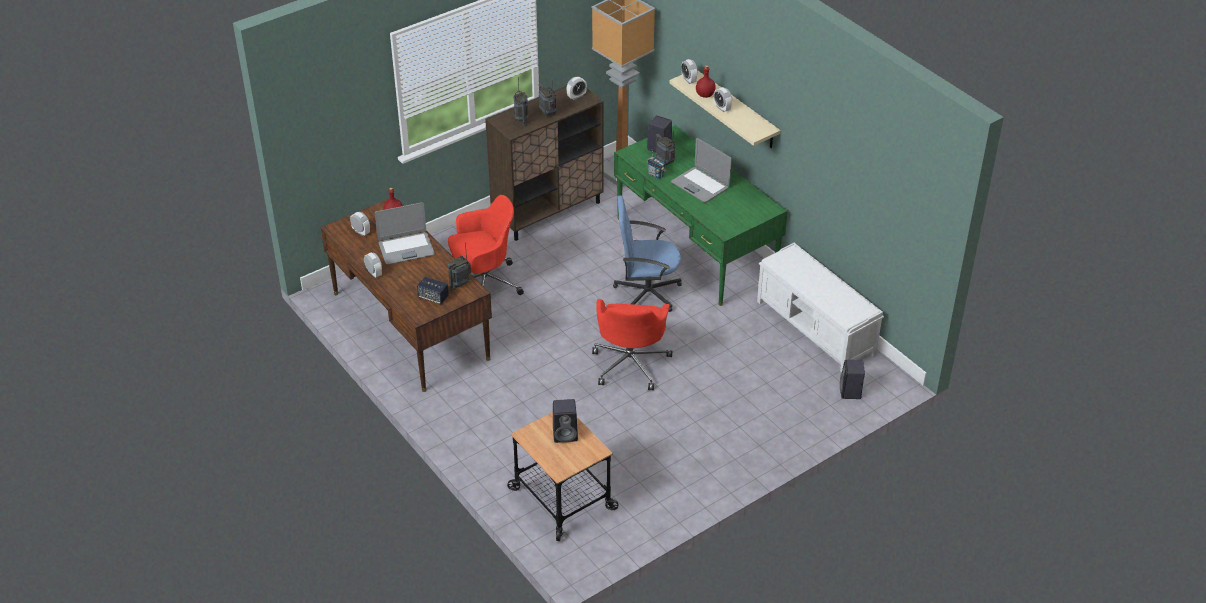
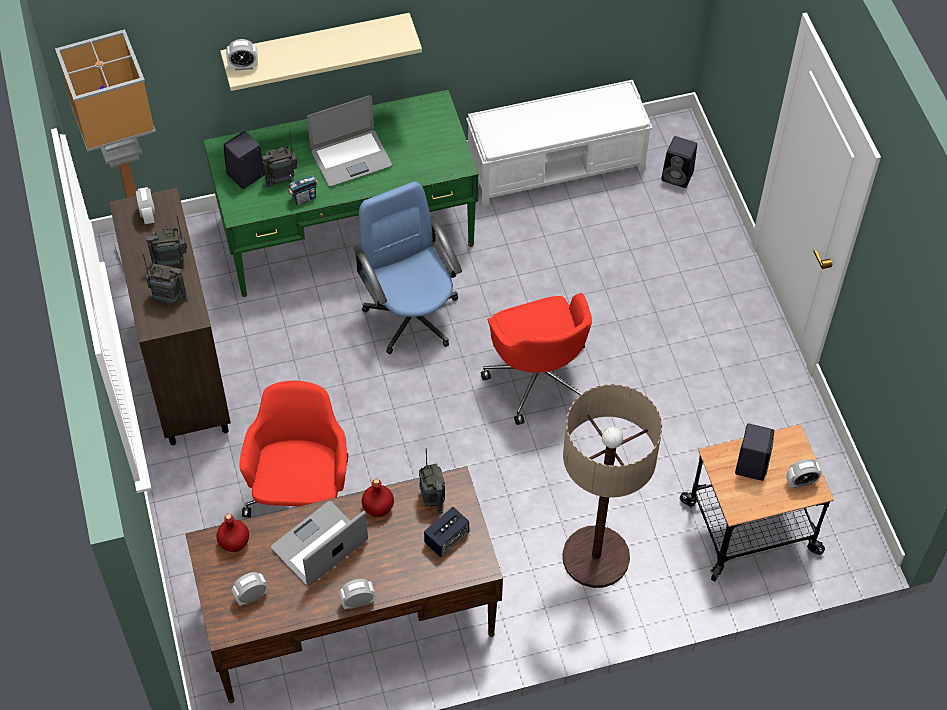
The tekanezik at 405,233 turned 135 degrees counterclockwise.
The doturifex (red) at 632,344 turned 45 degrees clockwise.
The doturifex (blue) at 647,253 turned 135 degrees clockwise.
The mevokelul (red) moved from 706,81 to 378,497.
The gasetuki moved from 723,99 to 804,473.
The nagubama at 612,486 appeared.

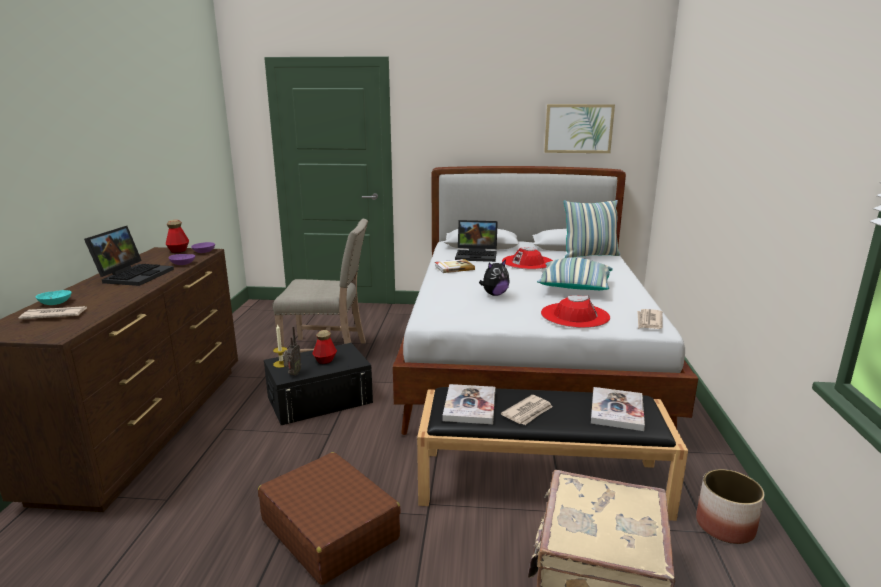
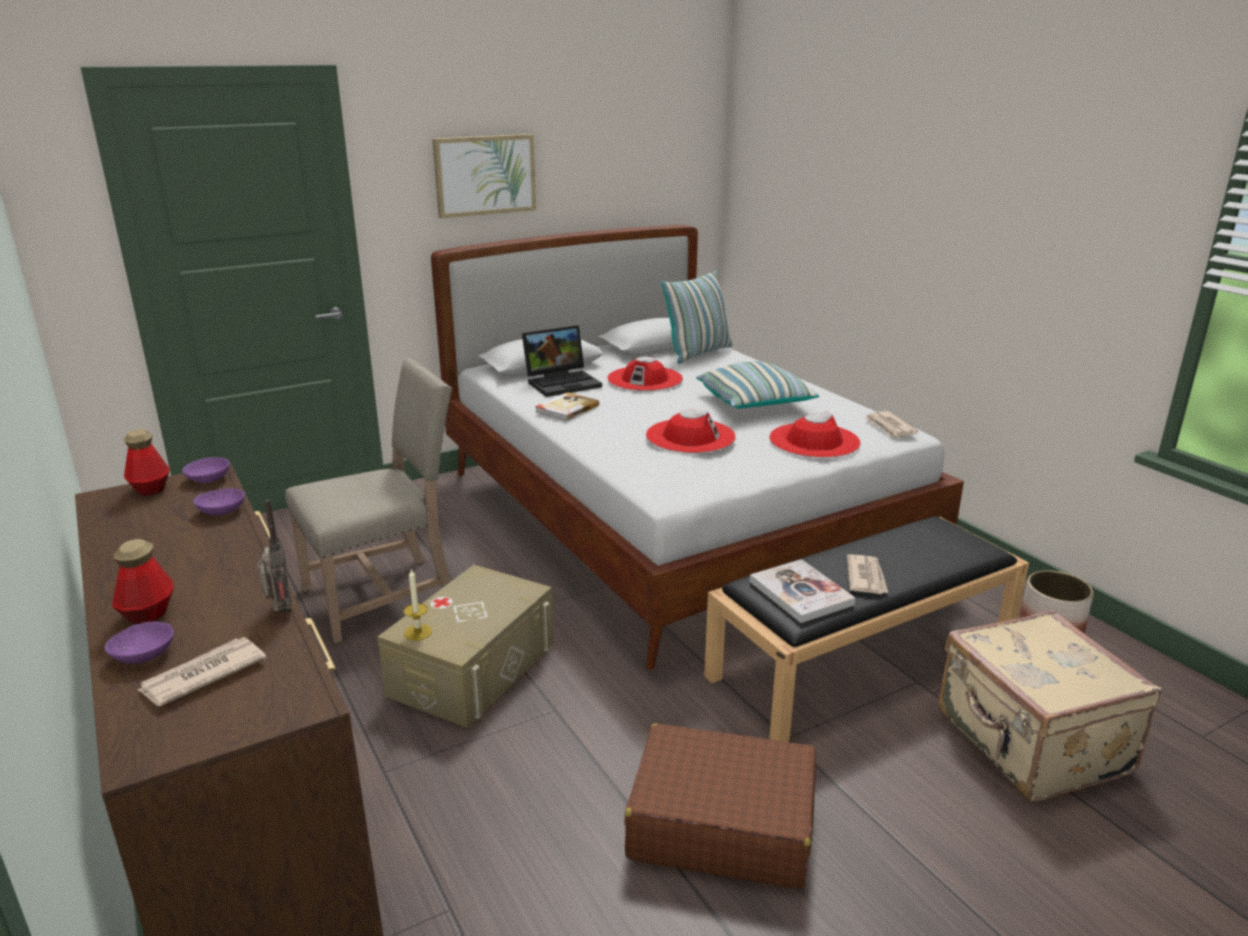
The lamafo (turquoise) at 53,297 became the lamafo (purple) at 139,643.
The tekanezik at 129,256 disappeared.
The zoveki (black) at 318,384 became the zoveki (beige) at 466,646.
The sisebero moved from 292,351 to 275,556.
The mevokelul moved from 324,347 to 143,581.
The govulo at 494,277 was replaced by the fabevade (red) at 691,431.
The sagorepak moved from 579,128 to 484,176.
The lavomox at 618,409 disappeared.

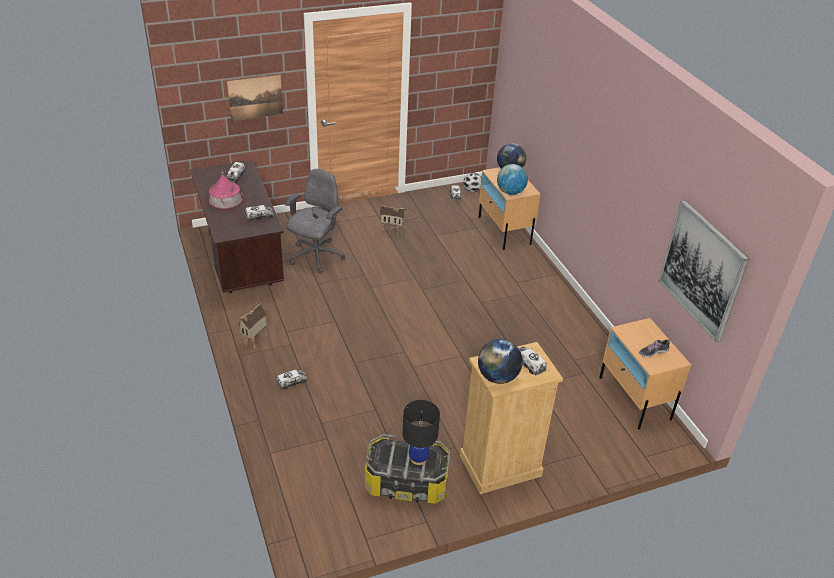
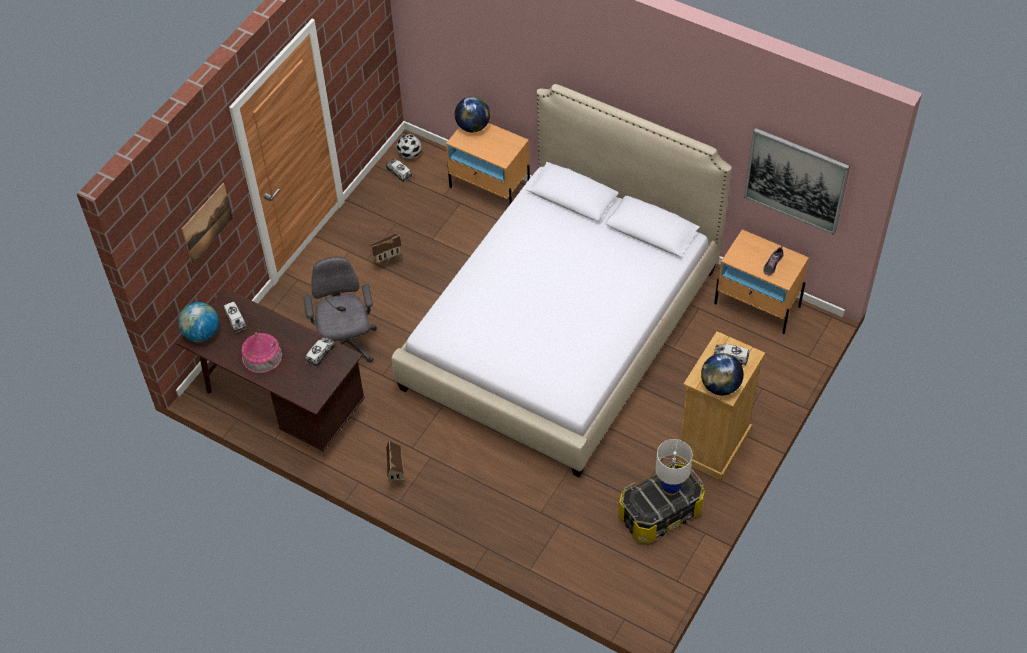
The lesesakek at 292,379 disappeared.
The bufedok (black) at 421,432 became the bufedok (white) at 674,467.
The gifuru moved from 512,179 to 198,322.
The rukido at 561,281 appeared.

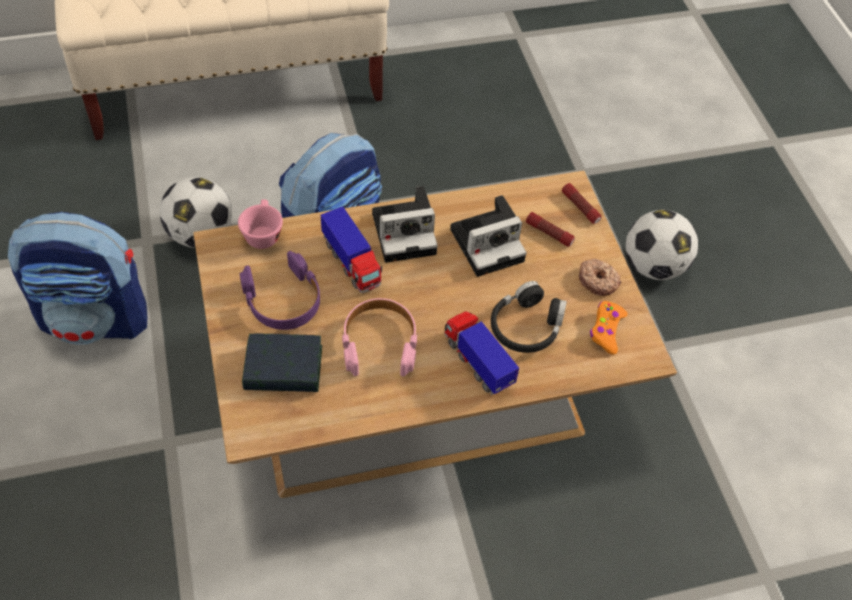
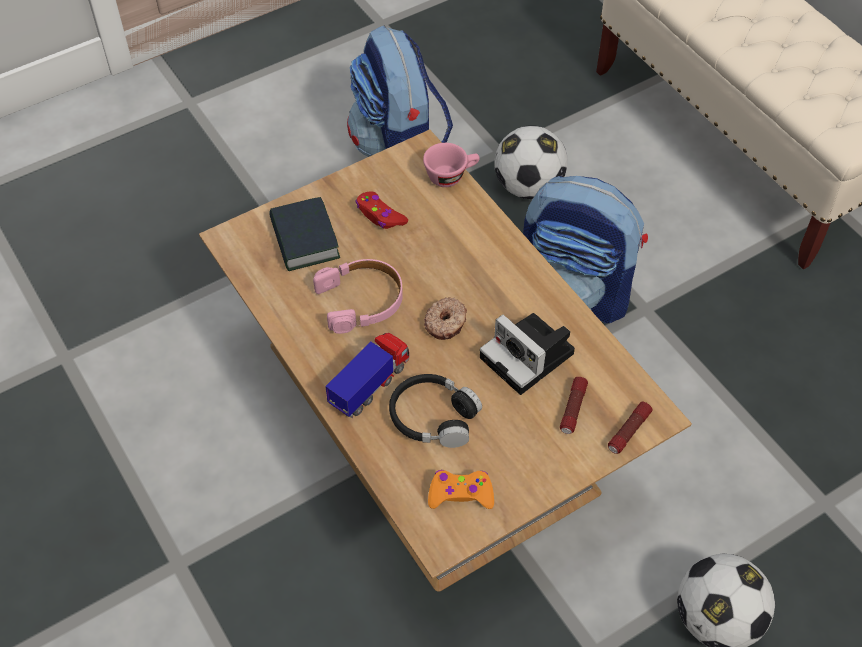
The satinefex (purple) at 280,290 was replaced by the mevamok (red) at 381,210.
The lesesakek at 351,249 disappeared.
The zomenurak at 405,224 disappeared.
The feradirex moved from 600,277 to 445,318.

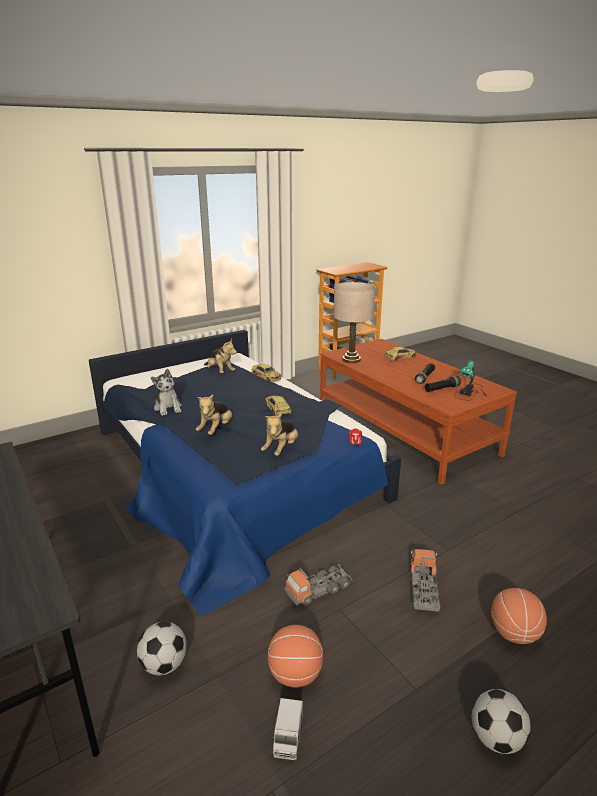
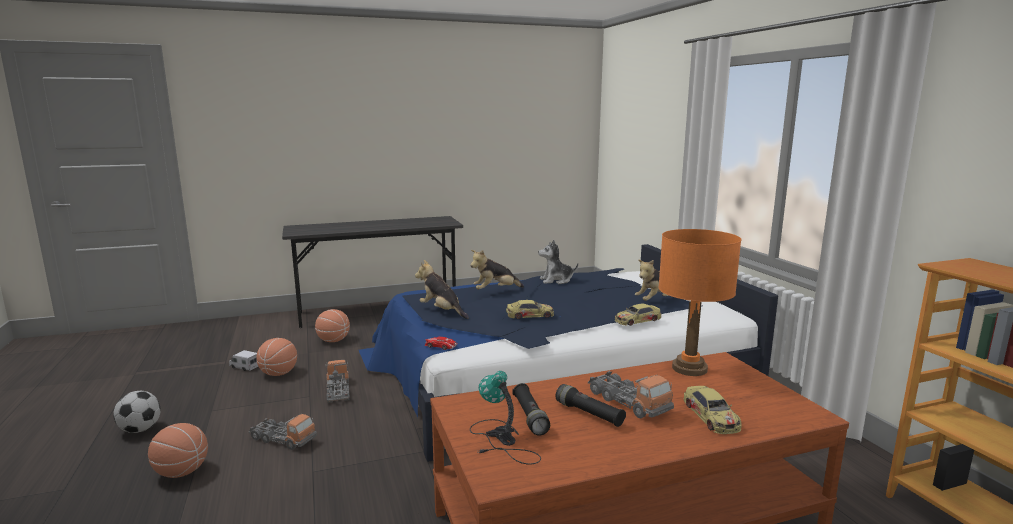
The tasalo at 162,648 was replaced by the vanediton at 332,325.
The govulo at 214,414 turned 60 degrees counterclockwise.
The bufedok (beige) at 354,322 became the bufedok (orange) at 699,302.
The lesesakek at 631,394 appeared.

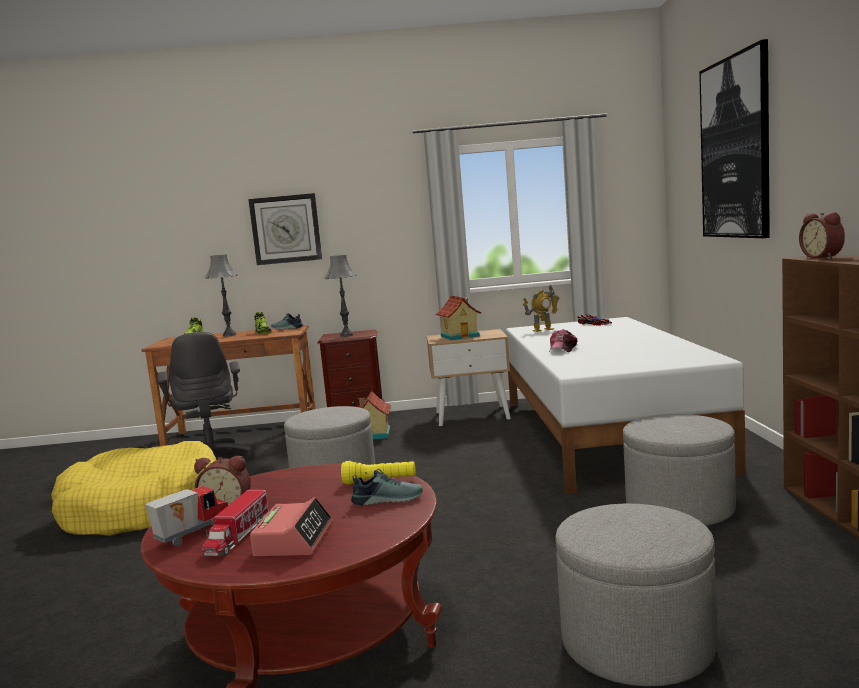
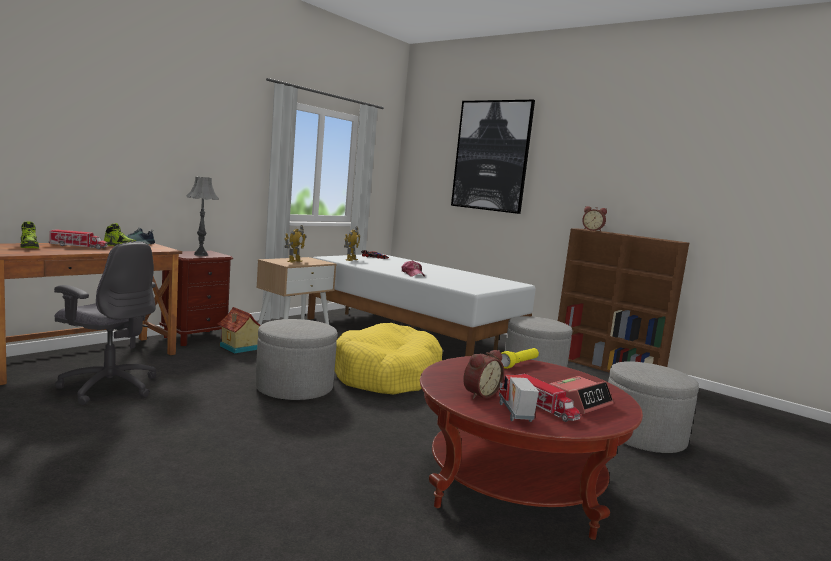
The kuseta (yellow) moved from 133,488 to 389,359.
The bufedok (grey) at 221,295 was replaced by the lesesakek at 78,239.
The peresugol at 285,229 disappeared.
The gasetuki at 291,526 turned 90 degrees clockwise.
The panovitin at 387,487 disappeared.
The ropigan at 458,318 was replaced by the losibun at 295,244.

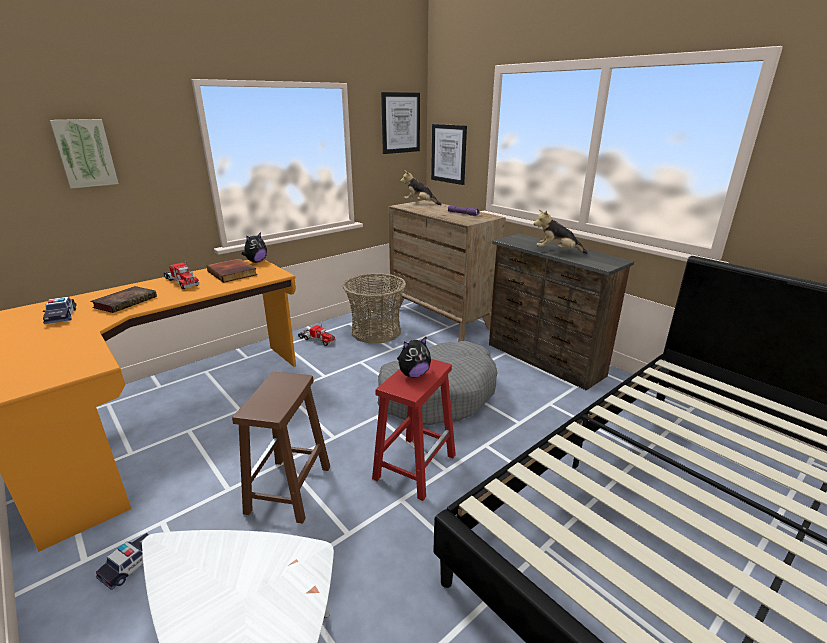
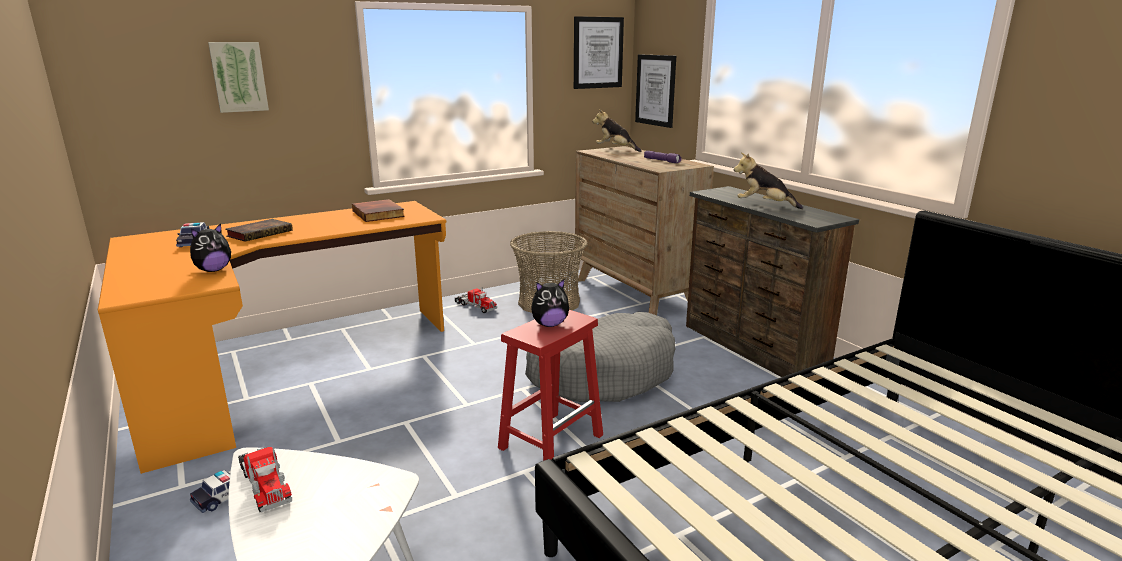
The lesesakek moved from 181,275 to 265,480.
The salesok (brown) at 281,448 disappeared.
The govulo moved from 254,247 to 210,247.

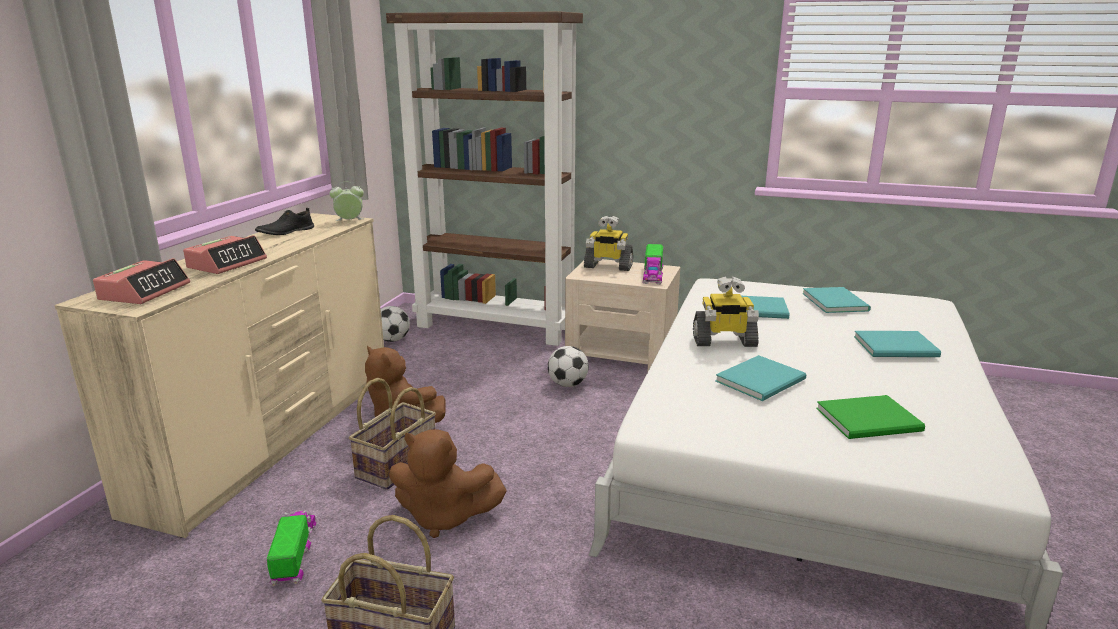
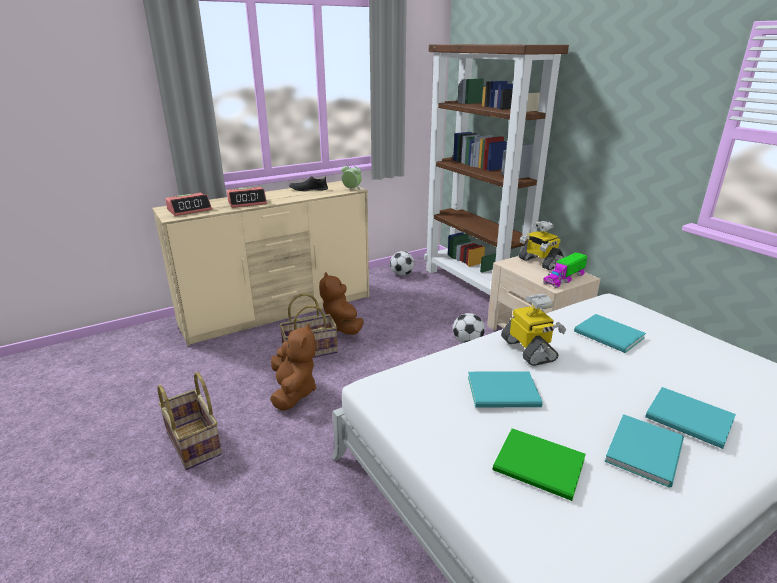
The lesesakek at 291,548 disappeared.
The govulo (brown) at 448,483 turned 150 degrees counterclockwise.
The losibun at 726,311 turned 150 degrees counterclockwise.
The lavomox (turquoise) moved from 836,300 to 644,451.

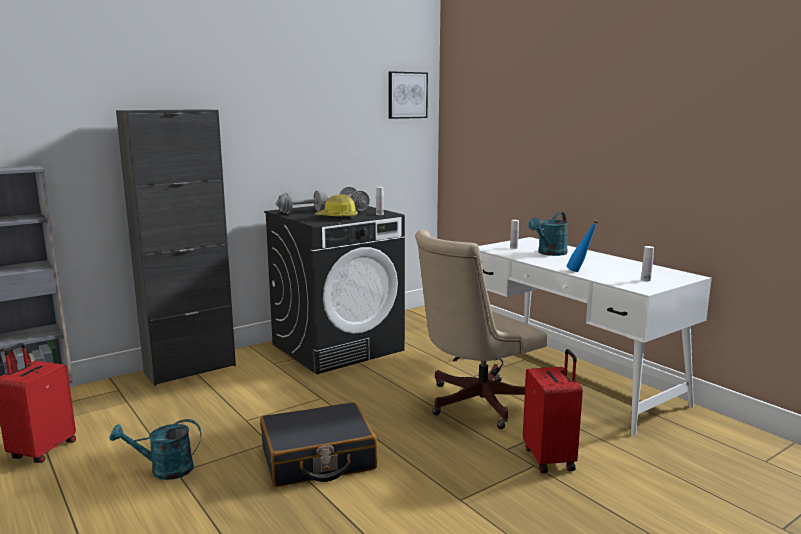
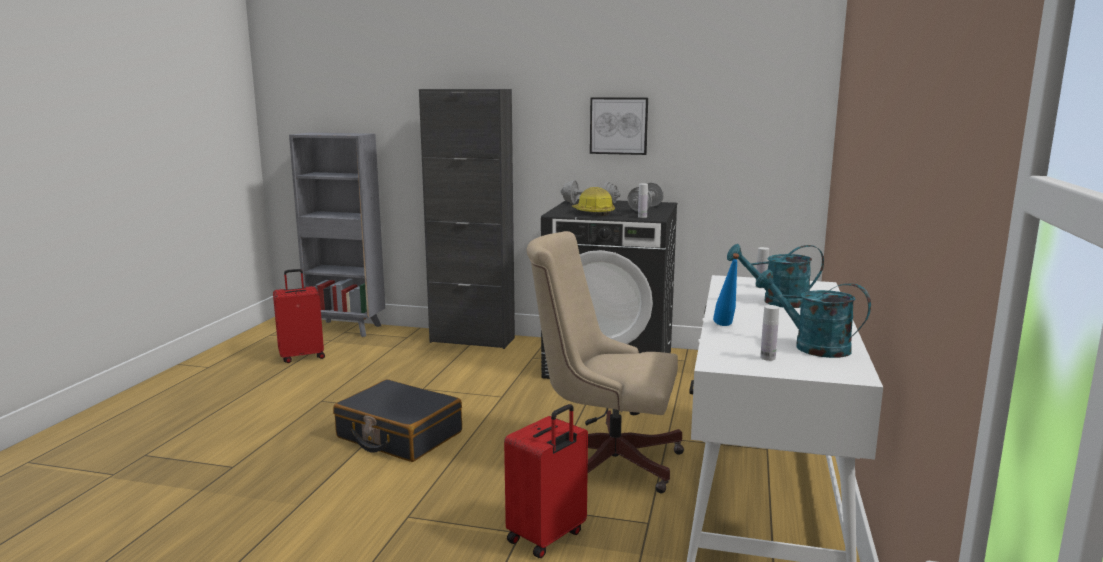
The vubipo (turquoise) moved from 155,449 to 813,314.
The sagorepak moved from 408,95 to 619,126.

